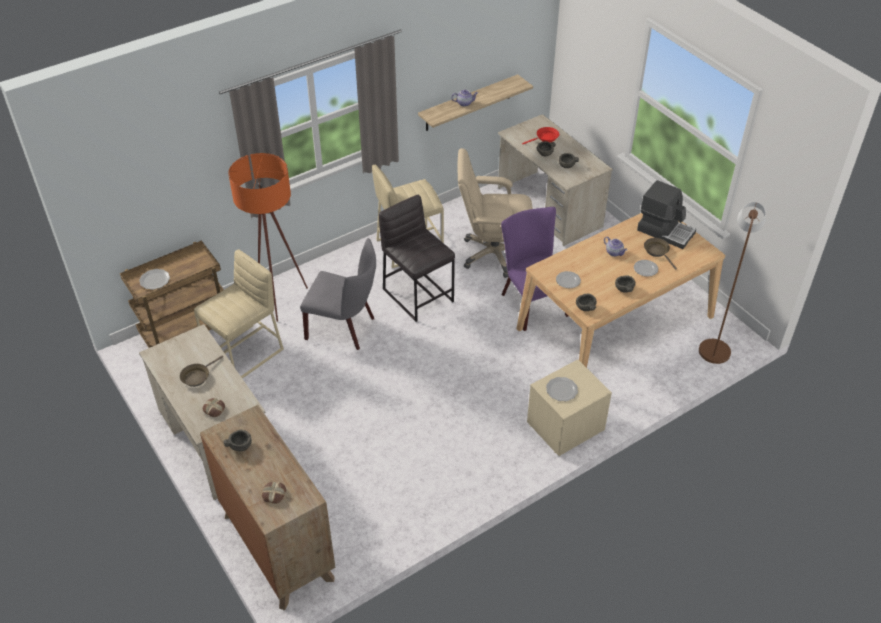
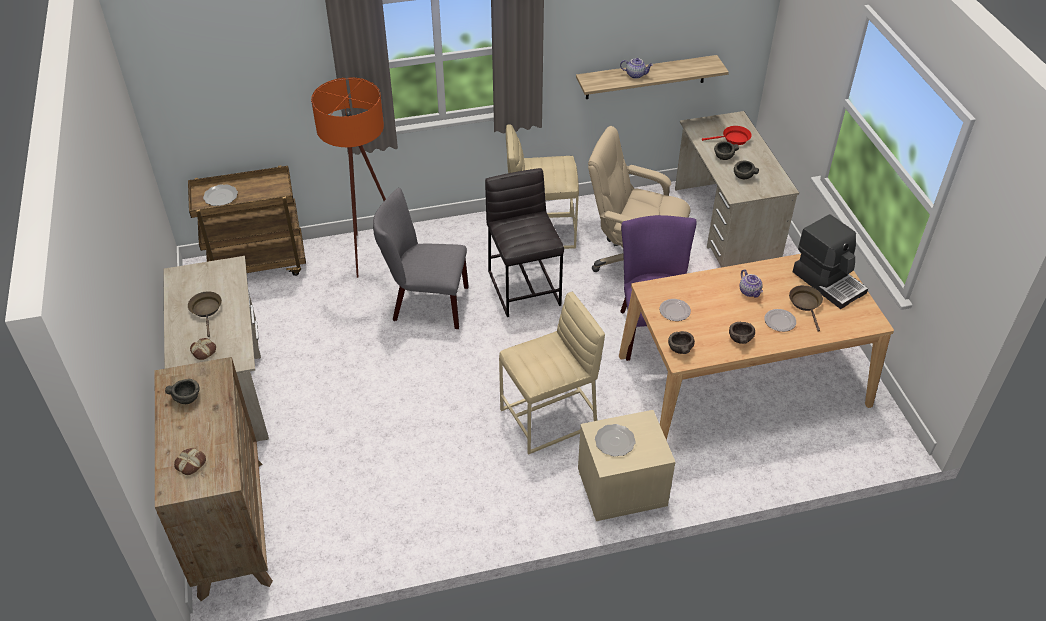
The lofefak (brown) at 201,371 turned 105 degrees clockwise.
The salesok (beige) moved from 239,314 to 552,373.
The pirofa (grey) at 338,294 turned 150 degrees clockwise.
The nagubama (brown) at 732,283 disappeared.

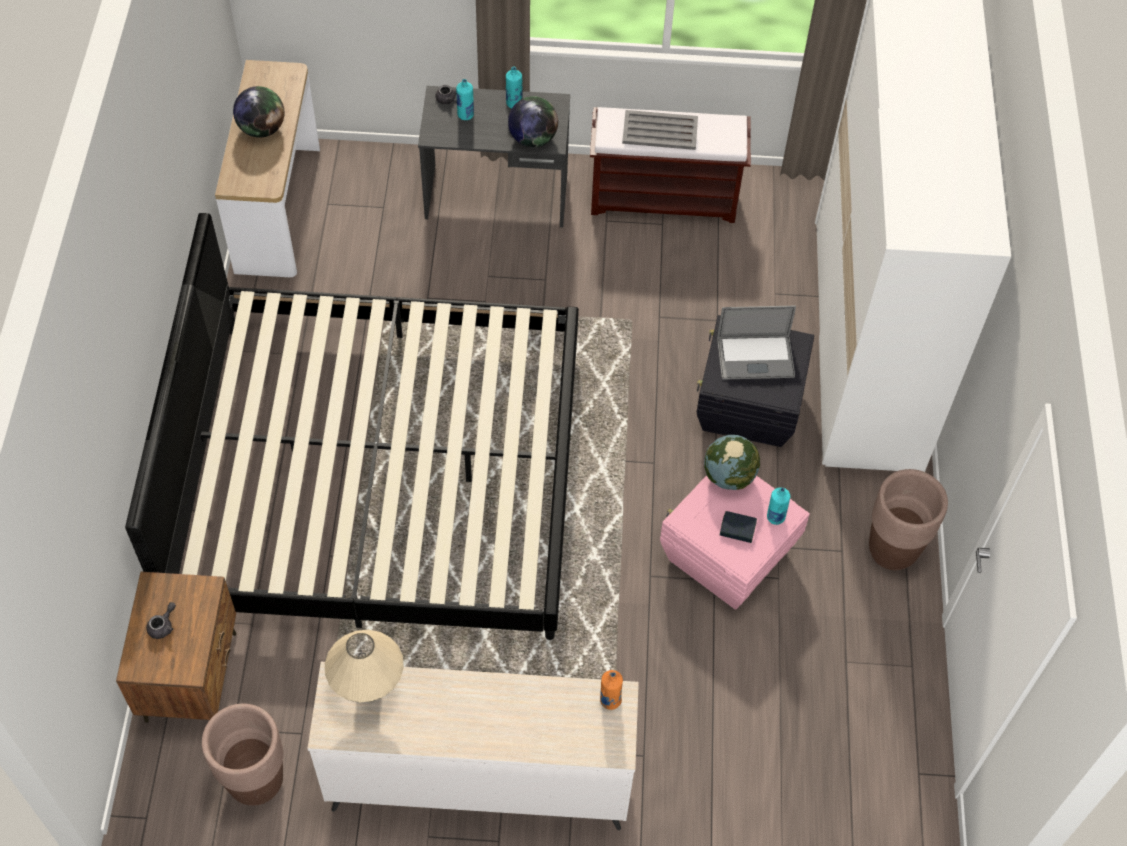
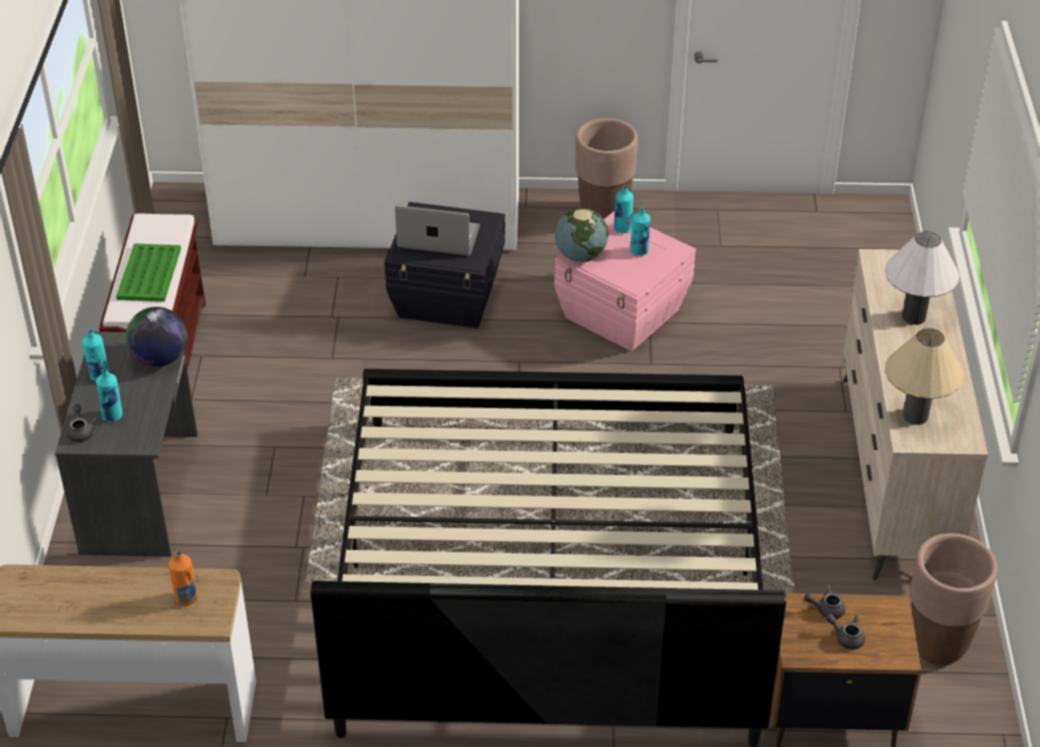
The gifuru at 258,112 disappeared.
The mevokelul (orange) moved from 611,690 to 183,578.
The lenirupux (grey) at 660,130 became the lenirupux (green) at 148,272.
The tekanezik at 756,343 turned 75 degrees counterclockwise.
The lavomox at 738,527 was replaced by the mevokelul (turquoise) at 640,232.
The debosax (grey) at 825,602 appeared.
The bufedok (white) at 922,278 appeared.

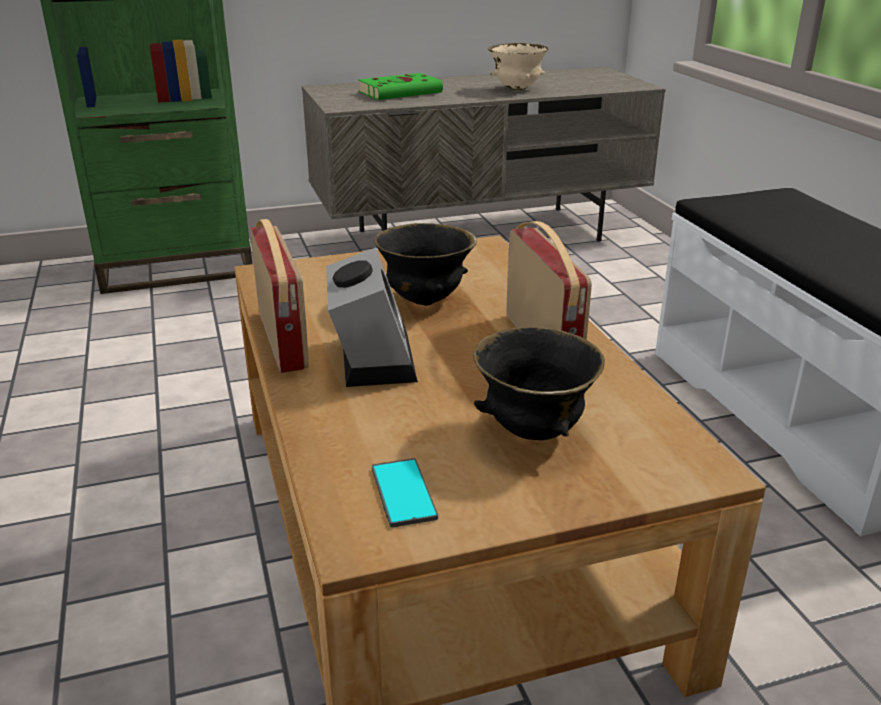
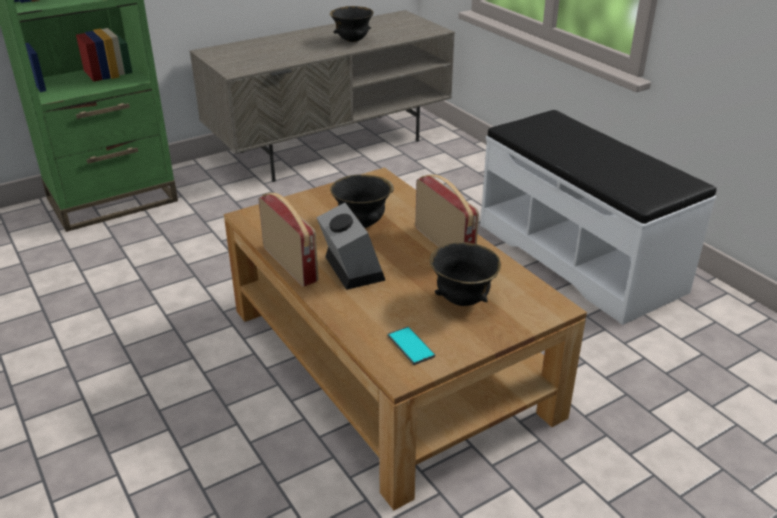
The lavomox (green) at 401,86 disappeared.
The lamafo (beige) at 518,66 became the lamafo (black) at 352,24.

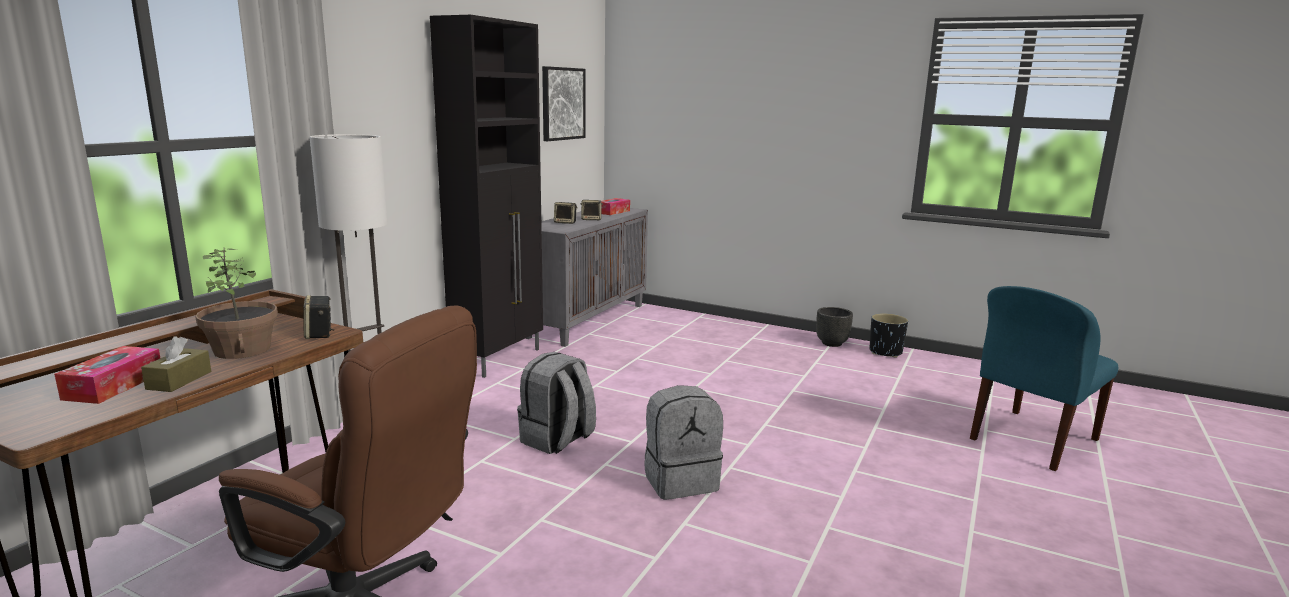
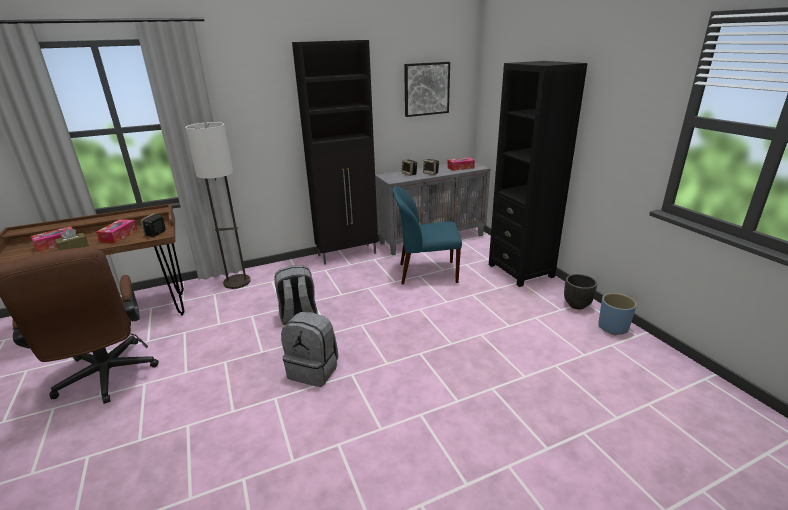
The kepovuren at 236,303 was replaced by the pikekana at 117,231.
The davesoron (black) at 888,335 became the davesoron (blue) at 617,314.
The pirofa (blue) moved from 1044,378 to 427,235.
The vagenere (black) at 538,174 appeared.

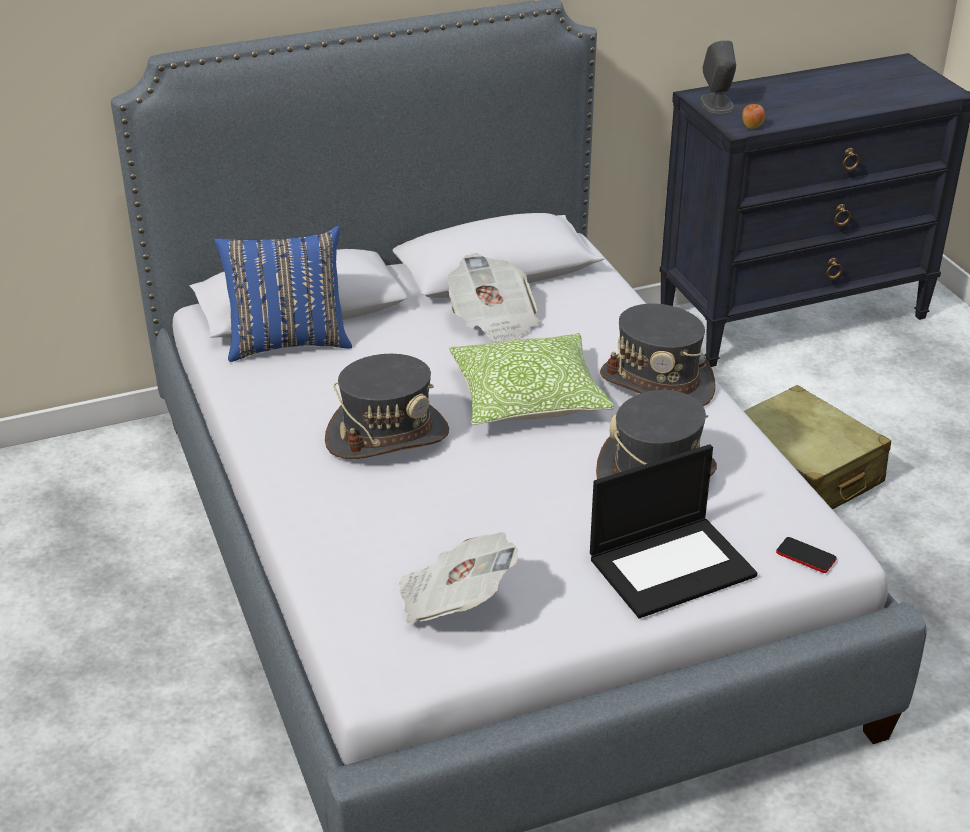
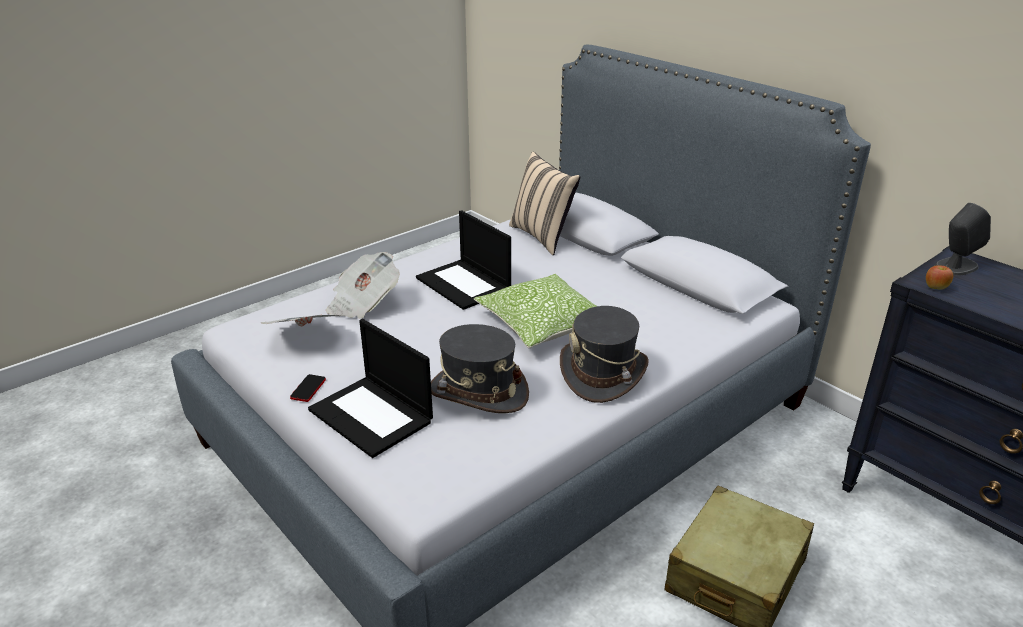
The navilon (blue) at 283,294 became the navilon (beige) at 544,203.
The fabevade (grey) at 387,406 was replaced by the tekanezik at 463,260.
The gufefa moved from 493,298 to 363,285.
The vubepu moved from 806,555 to 308,388.

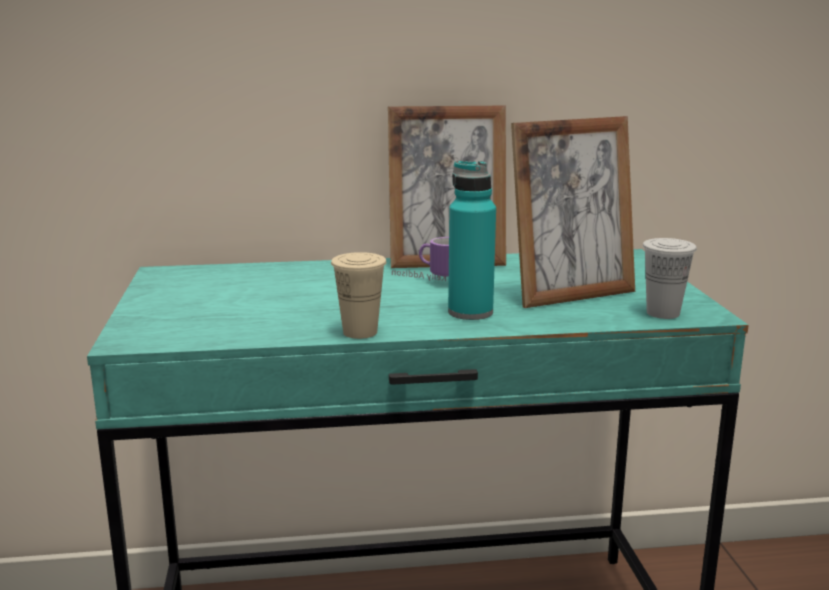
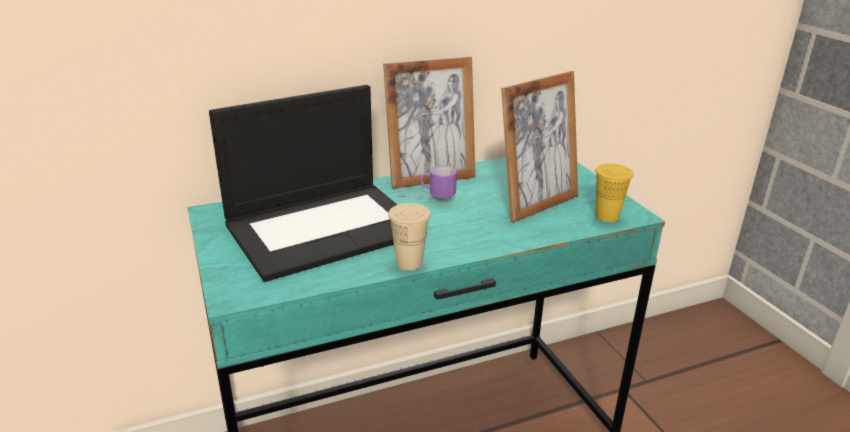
The mevokelul (turquoise) at 472,240 disappeared.
The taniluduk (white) at 670,278 became the taniluduk (yellow) at 614,192.
The tekanezik at 318,183 appeared.

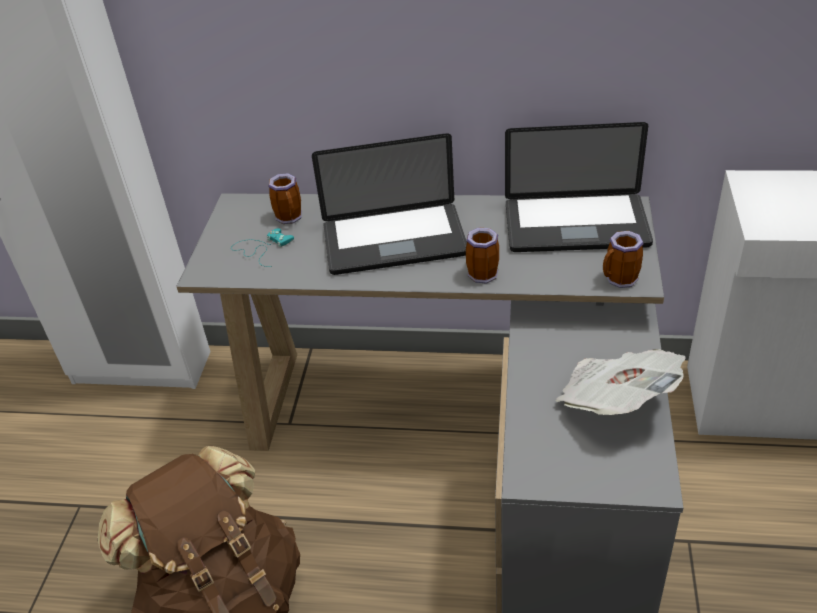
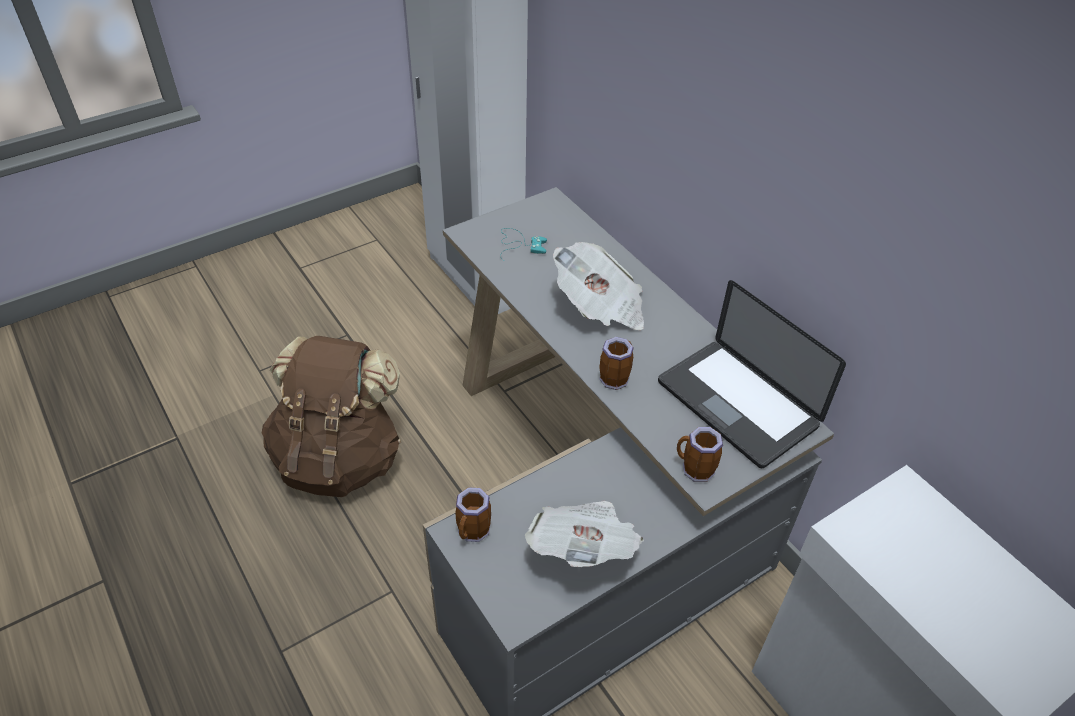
The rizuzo moved from 285,198 to 473,514.
The tekanezik at 389,204 was replaced by the gufefa at 598,286.

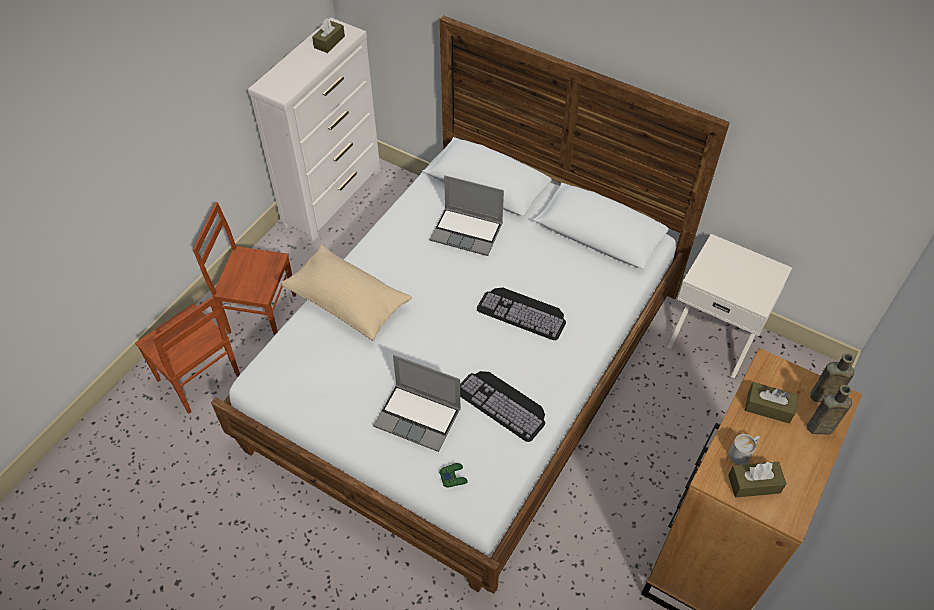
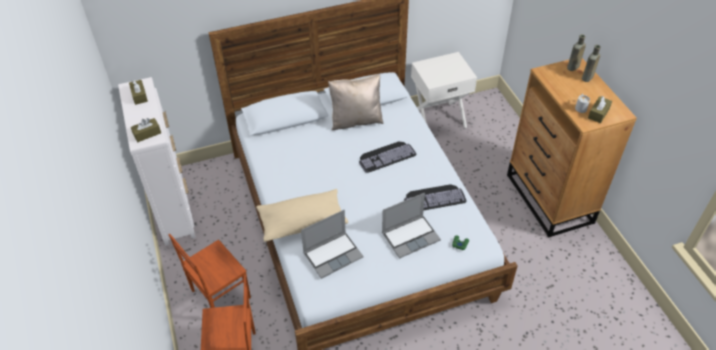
The tekanezik moved from 467,215 to 332,244.
The pikekana (brown) moved from 771,402 to 146,130.
The navilon (beige) at 356,102 appeared.

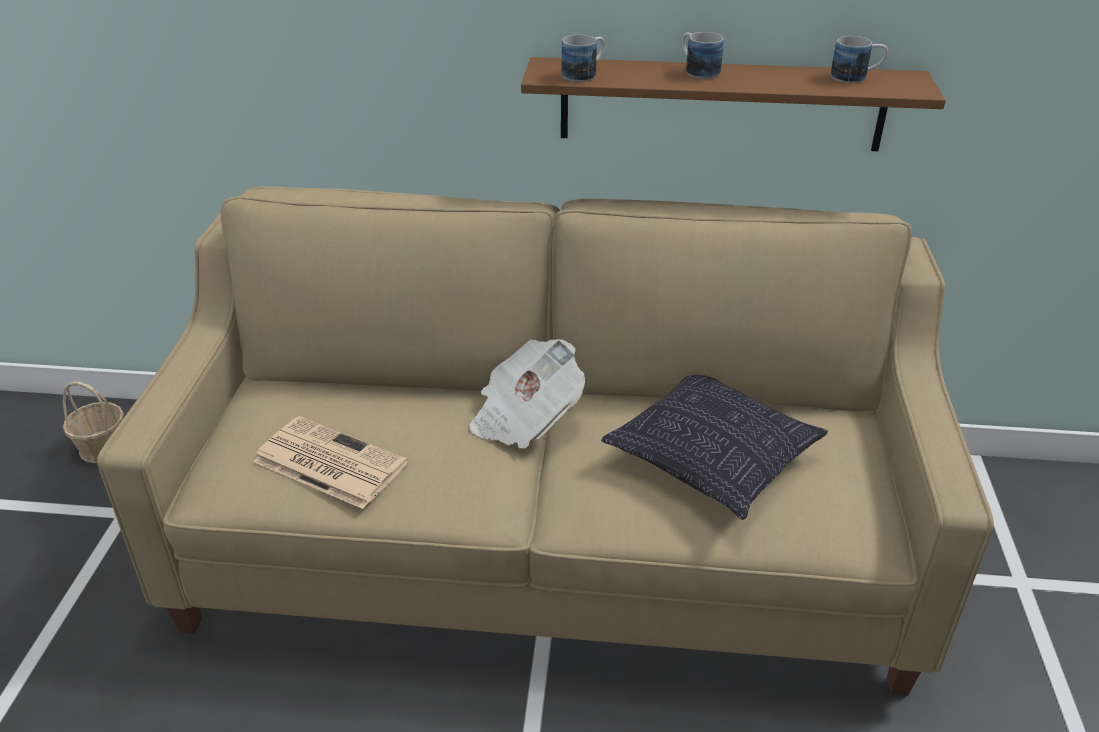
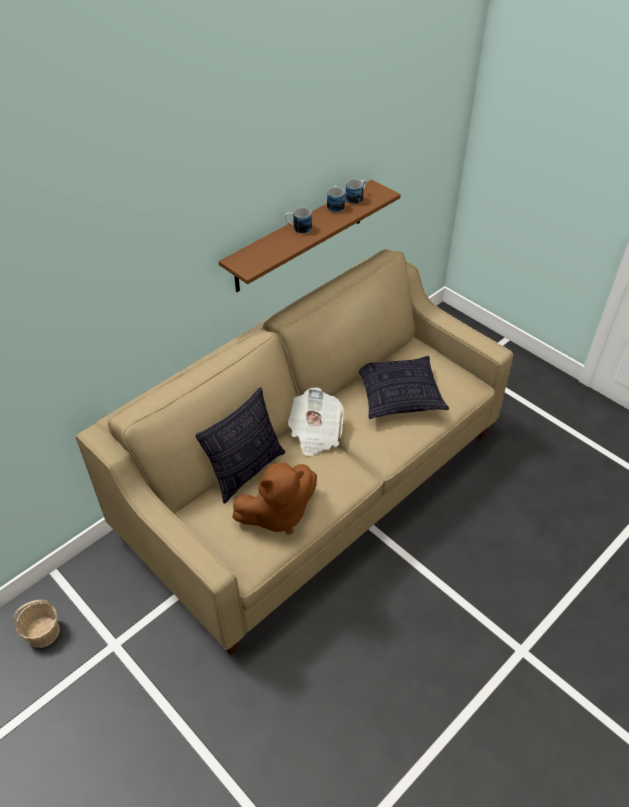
The gufefa at 330,462 was replaced by the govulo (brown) at 274,498.
The rizuzo moved from 583,58 to 336,199.
The navilon at 240,445 appeared.

